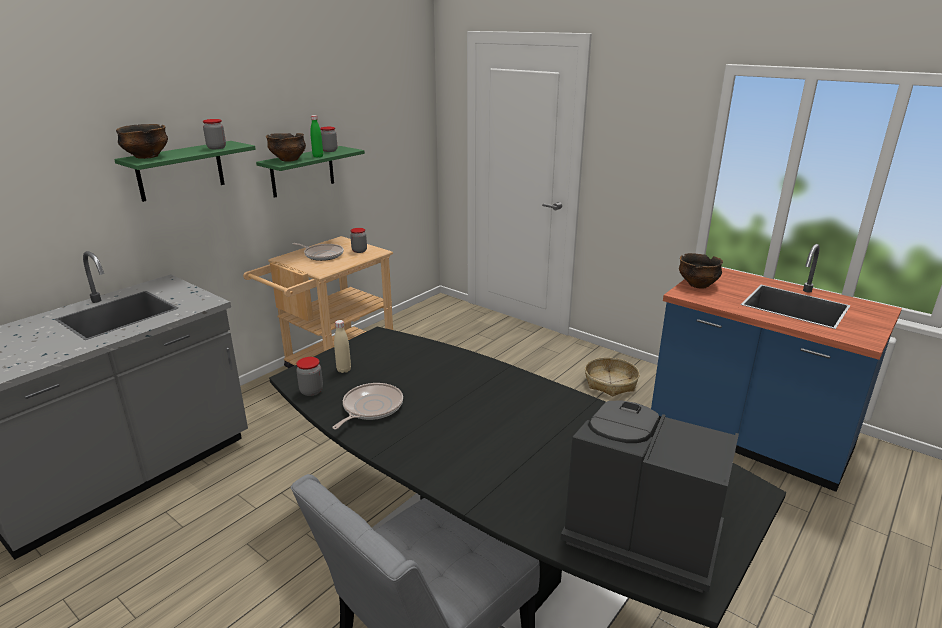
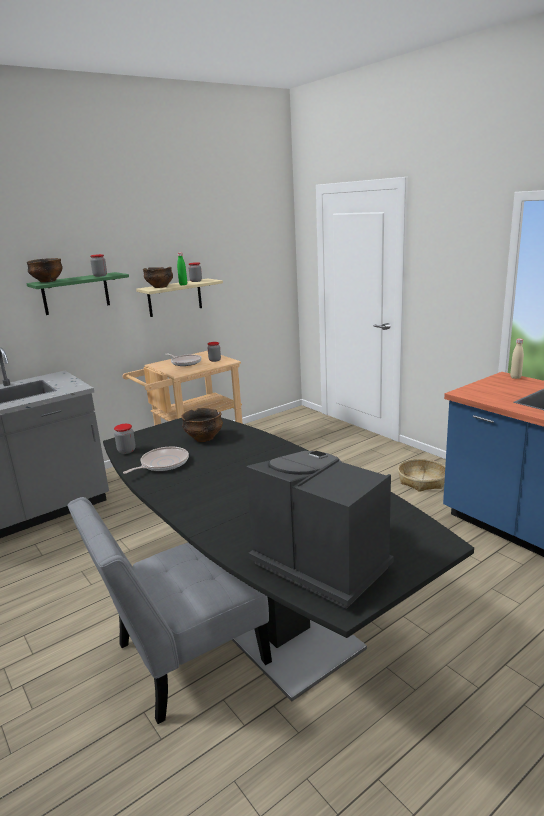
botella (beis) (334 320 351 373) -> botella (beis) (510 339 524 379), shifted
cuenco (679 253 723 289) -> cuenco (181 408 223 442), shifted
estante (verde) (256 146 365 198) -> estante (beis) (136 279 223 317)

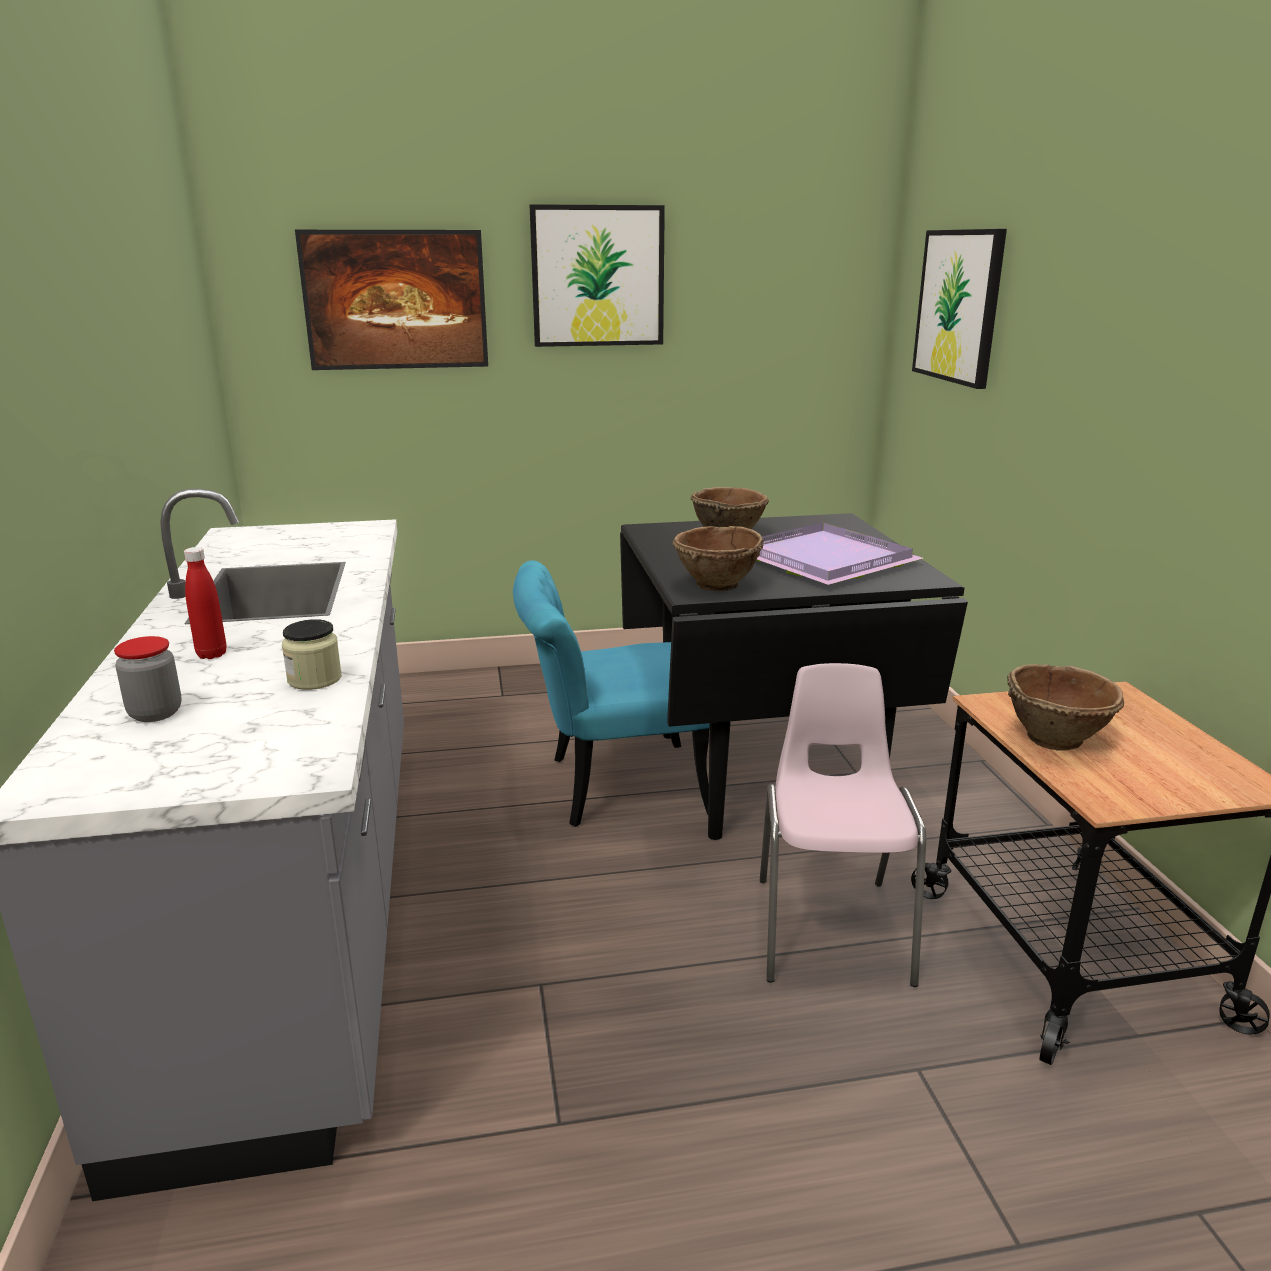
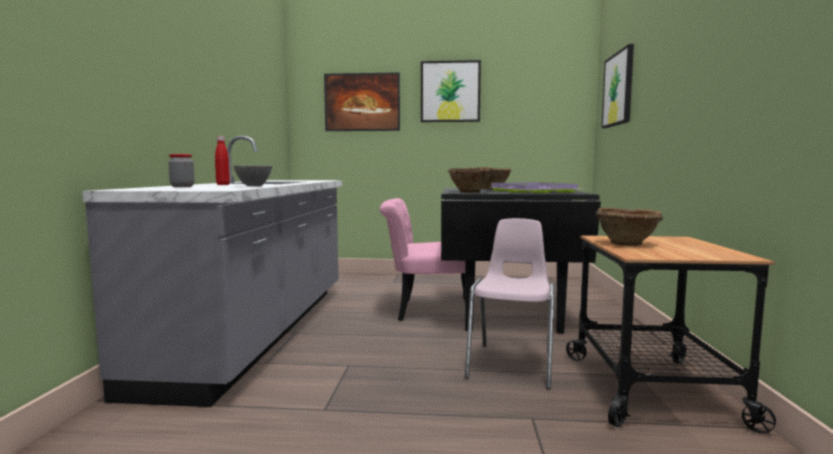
tarro (282 619 342 690) -> cuenco (gris) (233 165 273 186)
silla (turquesa) (513 560 710 827) -> silla (rosa) (380 198 465 321)

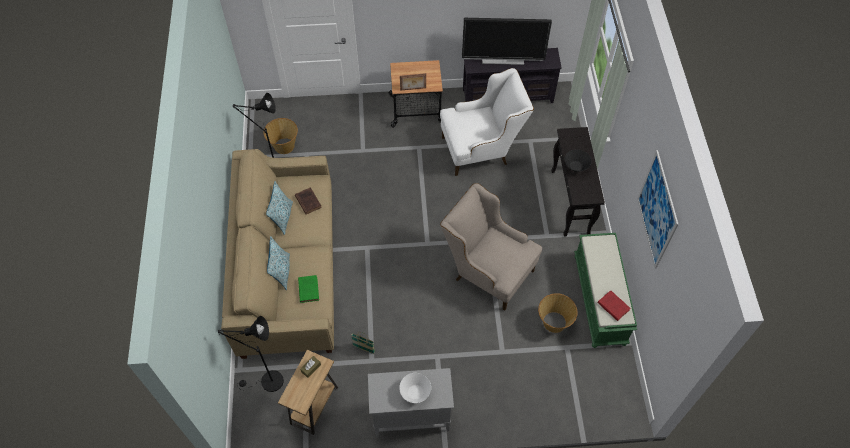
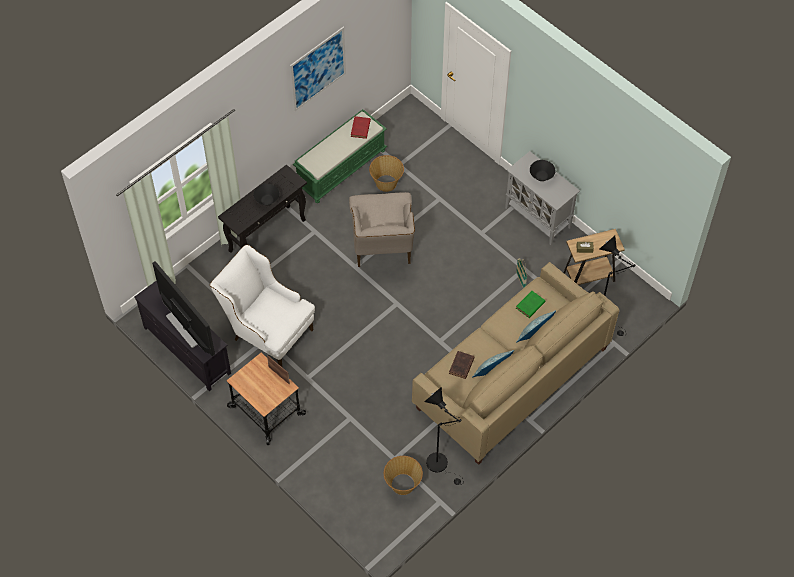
cuenco (blanco) (399 373 431 403) -> cuenco (negro) (530 160 556 181)

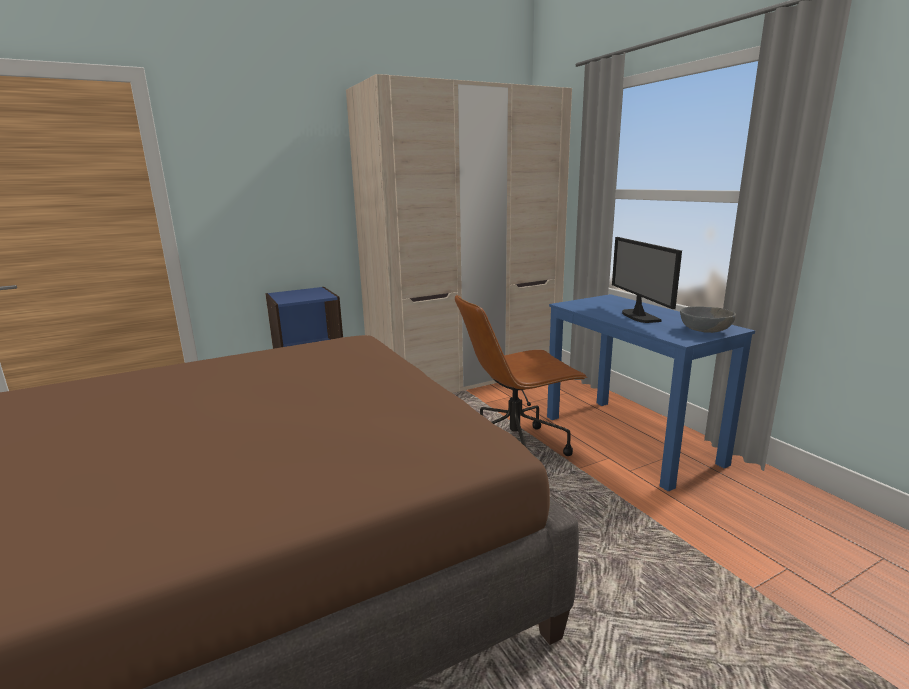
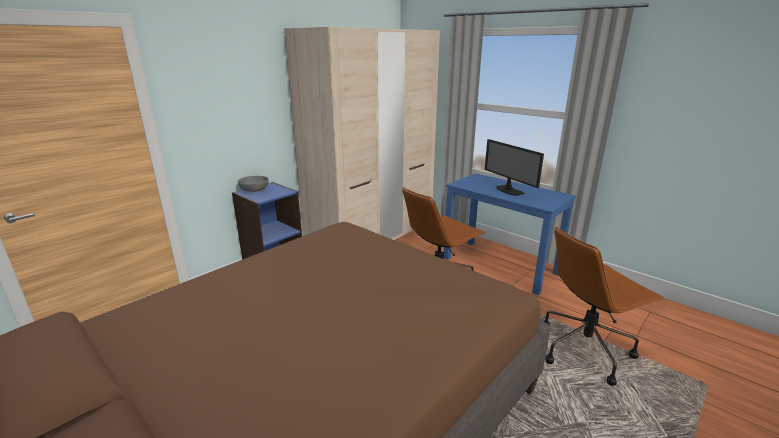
none -> silla de oficina (marrón) (544 227 665 386)
cuenco (gris) (680 306 736 333) -> cuenco (gris) (238 176 269 192), shifted

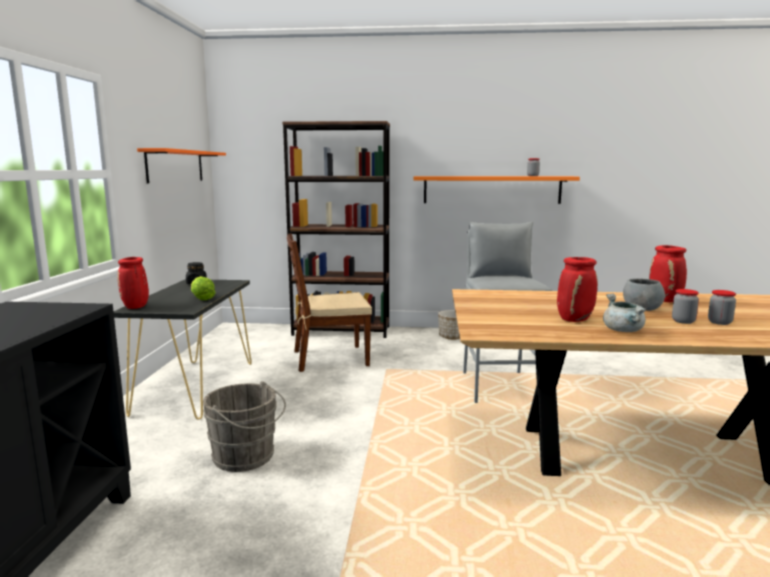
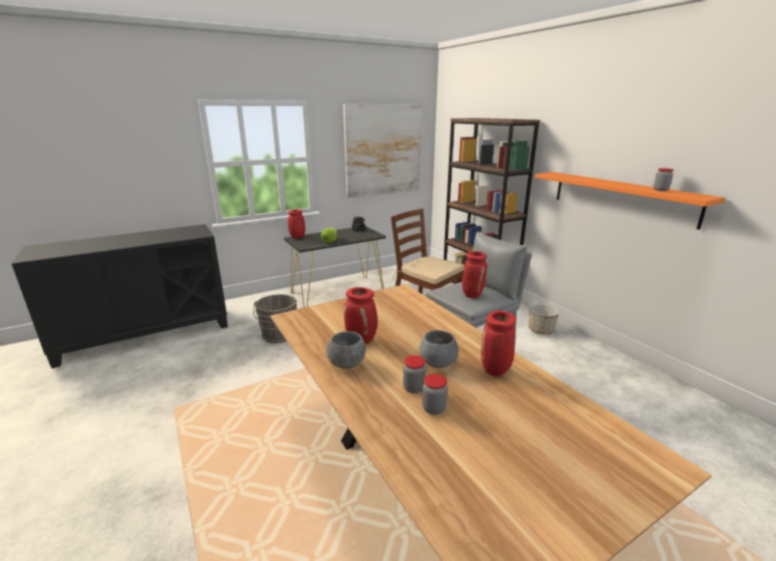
none -> florero (rojo) (462 251 487 298)
estante (naranja) (137 148 226 183) -> cuadro (343 104 422 198)
olla (gris) (603 293 646 332) -> cuenco (gris) (326 331 366 369)

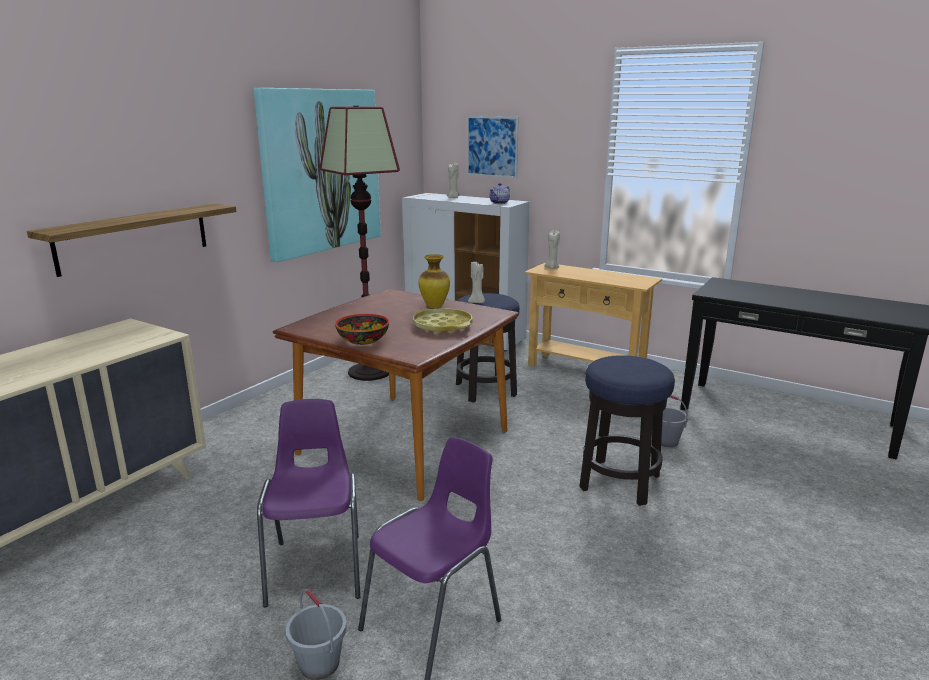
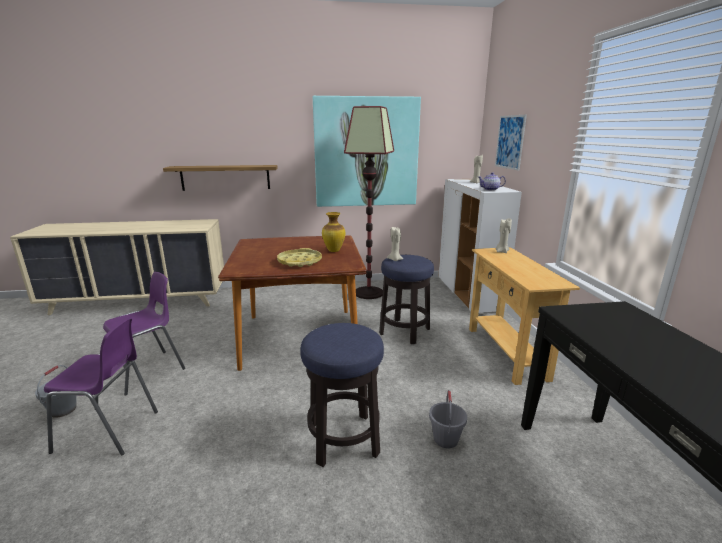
cuenco (335 314 389 345) -> none

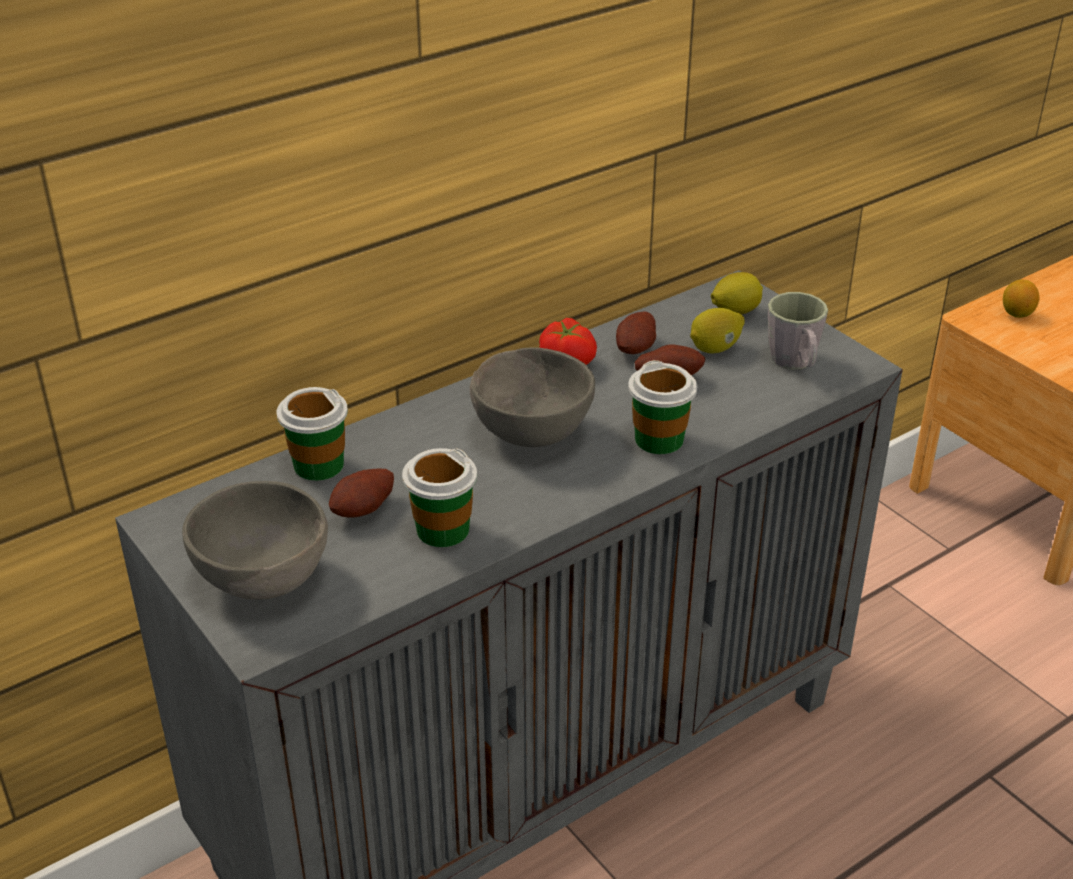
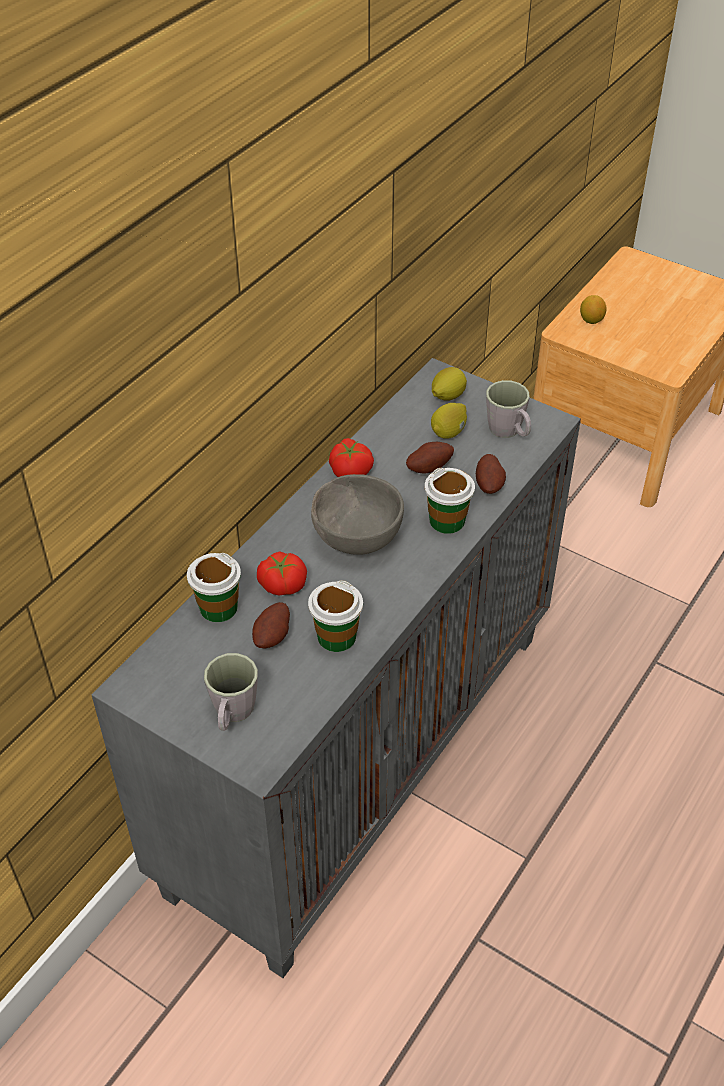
none -> tomate (257 551 307 596)
patata (616 311 656 354) -> patata (476 454 506 494), shifted
cuenco (gris) (182 481 328 600) -> taza grande (gris) (204 653 258 731)

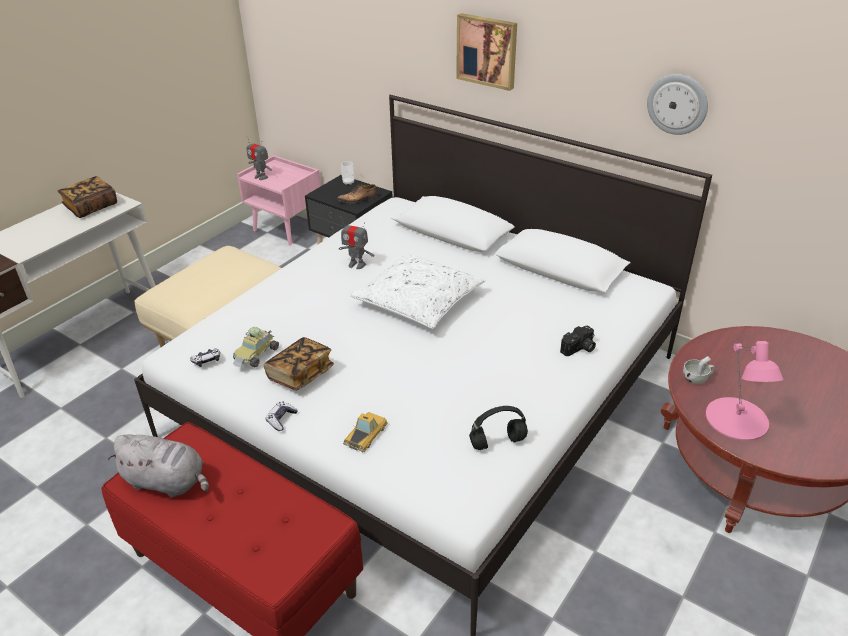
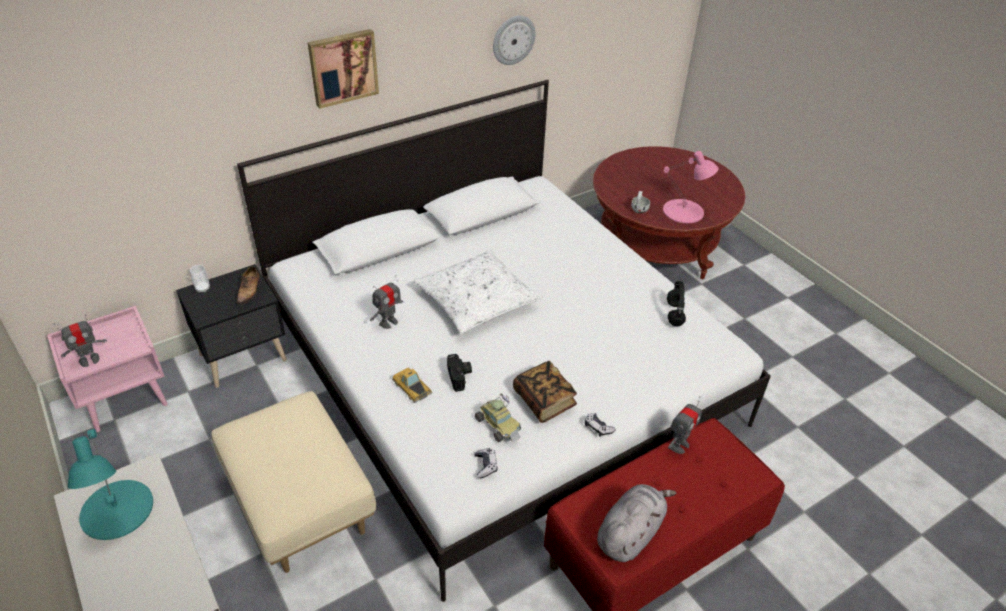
none -> robot de juguete (668 396 702 454)
coche de juguete (343 412 388 452) -> coche de juguete (392 368 432 403), shifted
cámara (560 326 596 356) -> cámara (447 354 472 392), shifted
libro (58 176 117 218) -> lámpara de mesa (turquesa) (68 429 153 540)

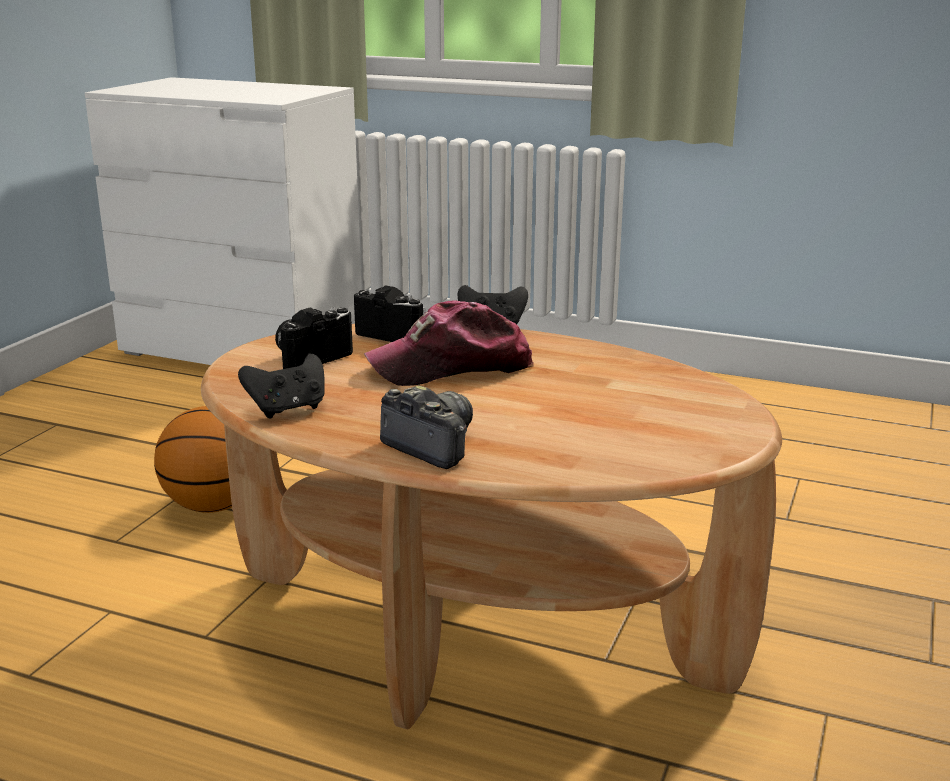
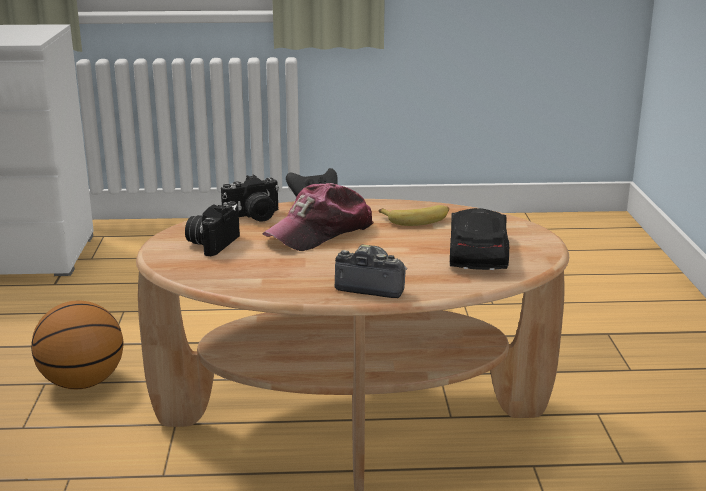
mando de consola (negro) (238 354 325 418) -> none
none -> plátano (379 205 449 226)
none -> coche de juguete (negro) (450 208 509 270)
cámara (354 285 426 342) -> cámara (221 174 279 222), 150 degrees clockwise

